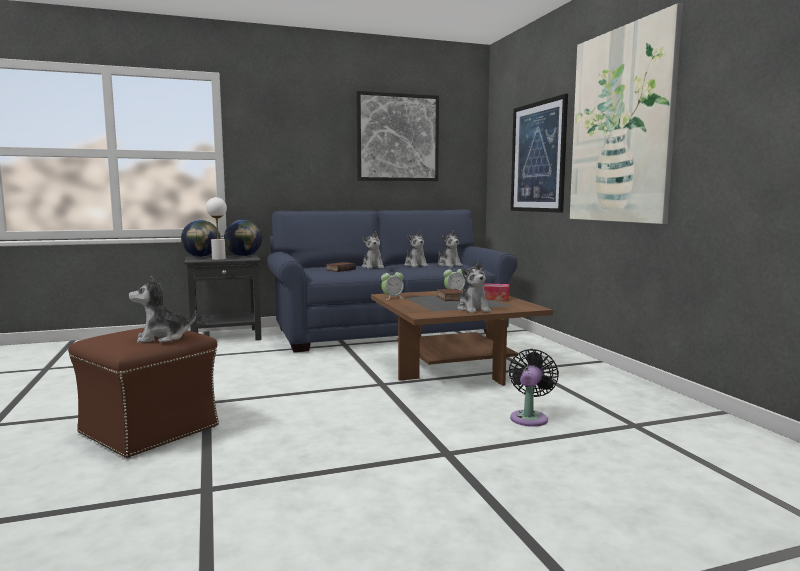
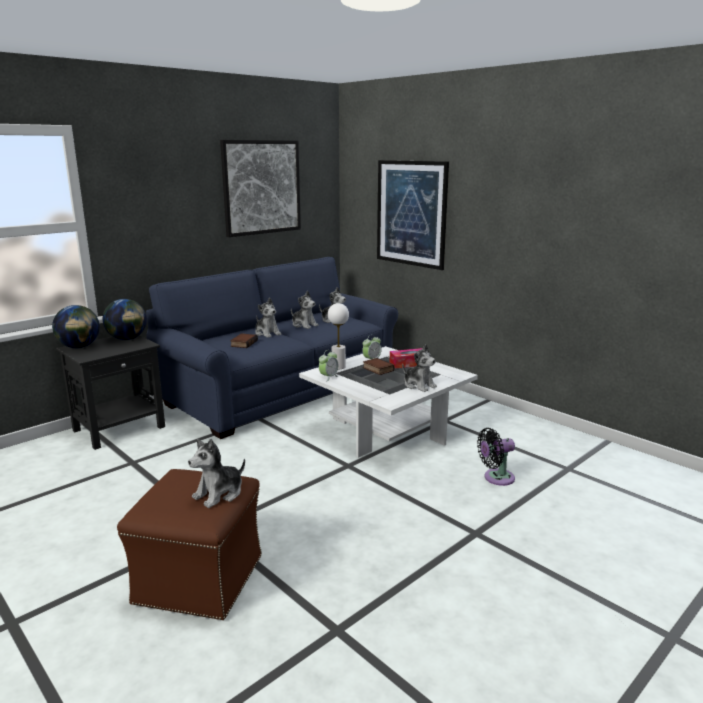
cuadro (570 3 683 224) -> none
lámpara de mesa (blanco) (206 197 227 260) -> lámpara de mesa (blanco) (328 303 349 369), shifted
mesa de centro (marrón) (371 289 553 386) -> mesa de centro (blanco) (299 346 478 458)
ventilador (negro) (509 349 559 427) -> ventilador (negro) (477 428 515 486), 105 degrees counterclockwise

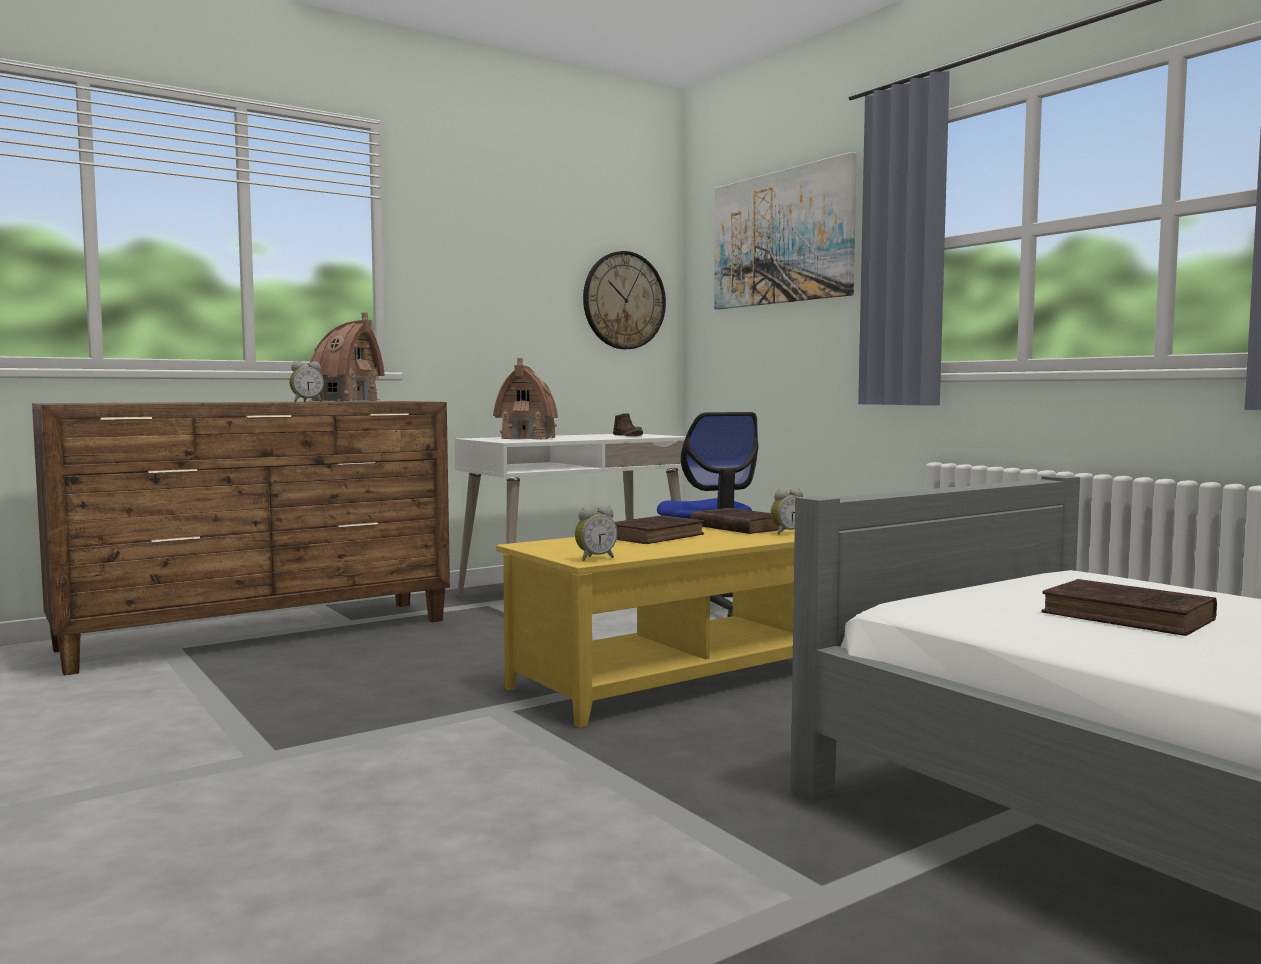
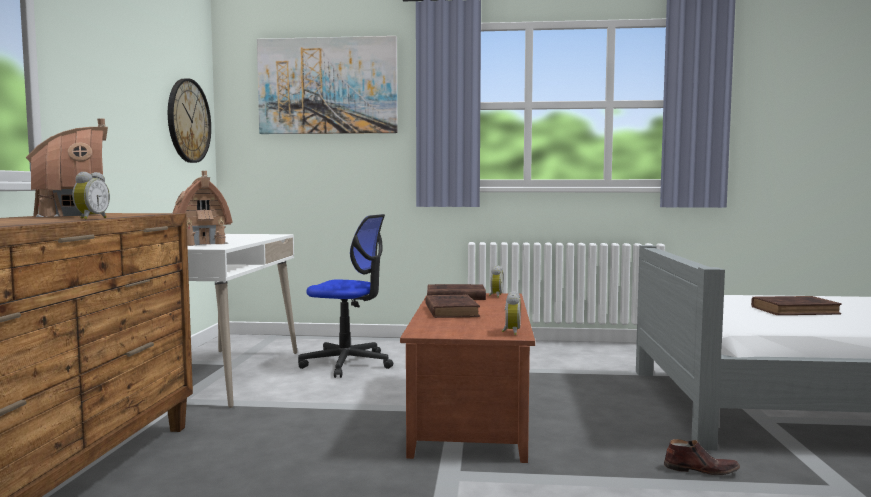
zapato (marrón) (613 413 643 436) -> zapato (marrón) (664 439 740 475), shifted
mesa de centro (amarillo) (496 527 795 728) -> mesa de centro (marrón) (400 293 535 463)

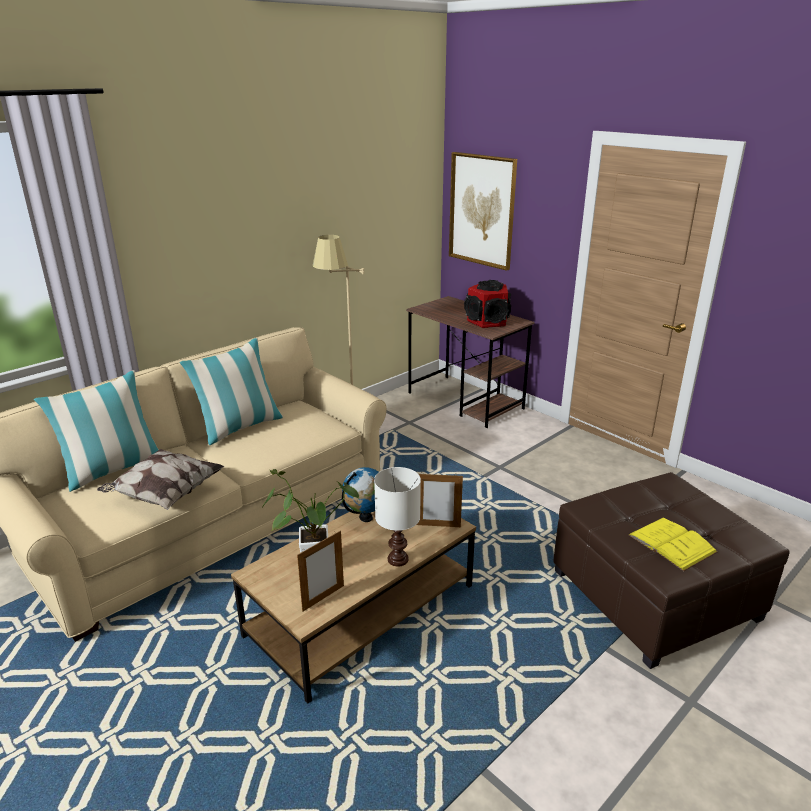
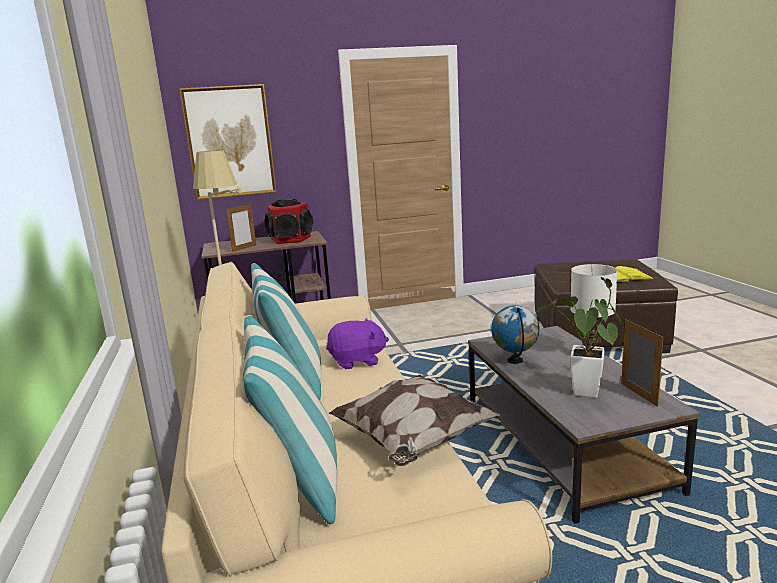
none -> peluche (morado) (326 318 389 369)
portarretratos (416 473 463 527) -> portarretratos (226 204 256 252), shifted
mesa de centro (marrón) (231 510 476 704) -> mesa de centro (gris) (468 326 700 524)

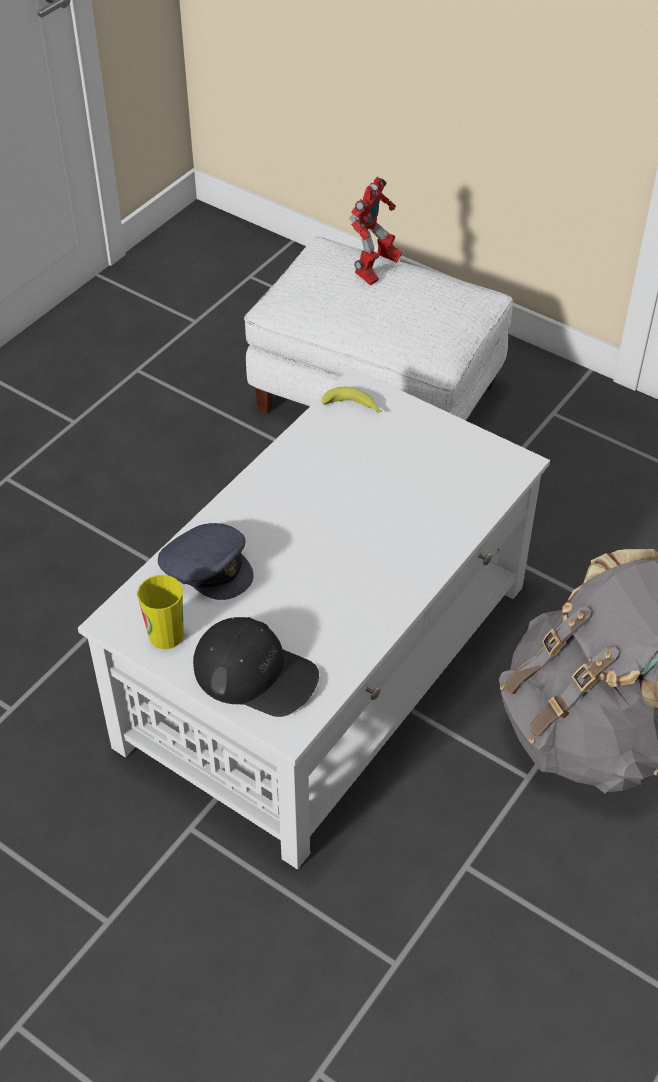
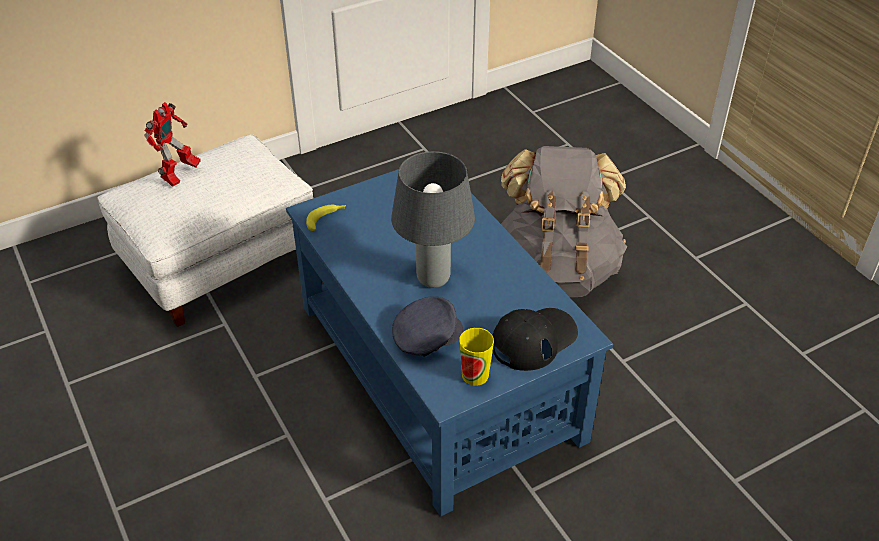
none -> lámpara de mesa (gris) (391 151 475 288)
mesa de centro (blanco) (78 367 550 869) -> mesa de centro (azul) (286 169 613 517)
robot de juguete (350 177 402 285) -> robot de juguete (144 102 201 187), 60 degrees clockwise

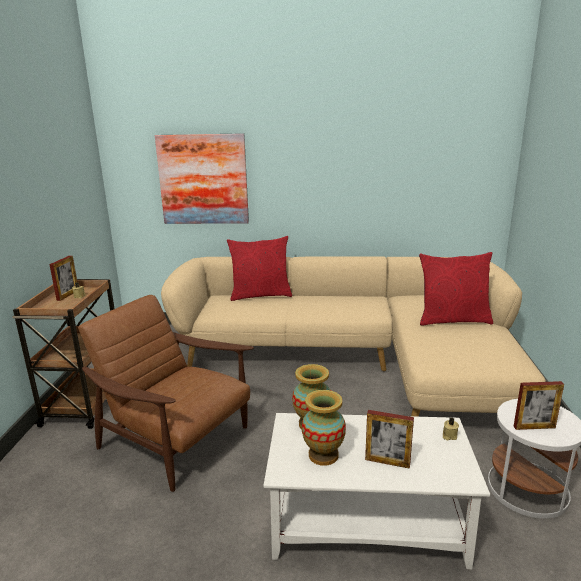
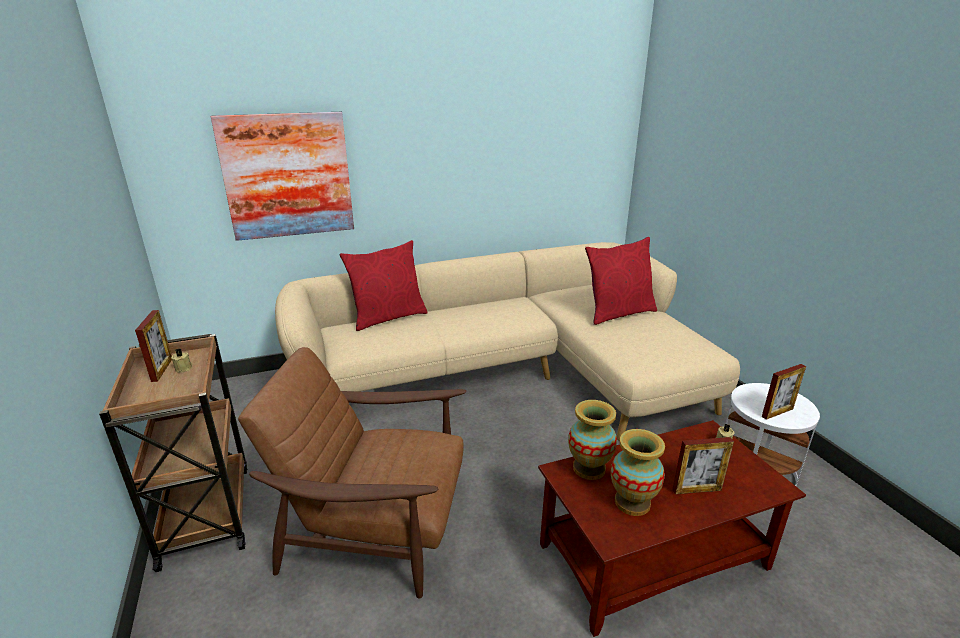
mesa de centro (blanco) (263 413 490 569) -> mesa de centro (marrón) (538 420 806 637)

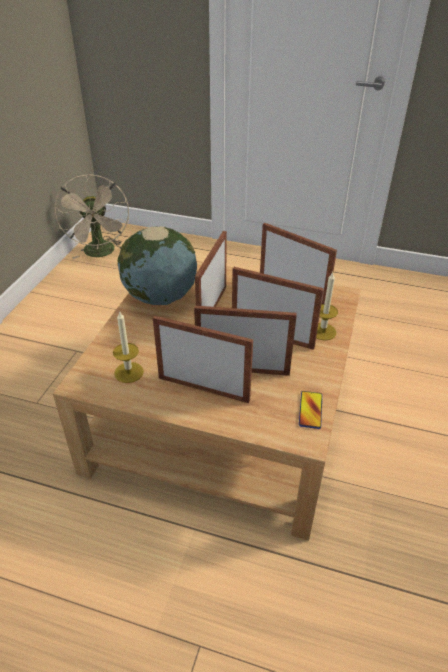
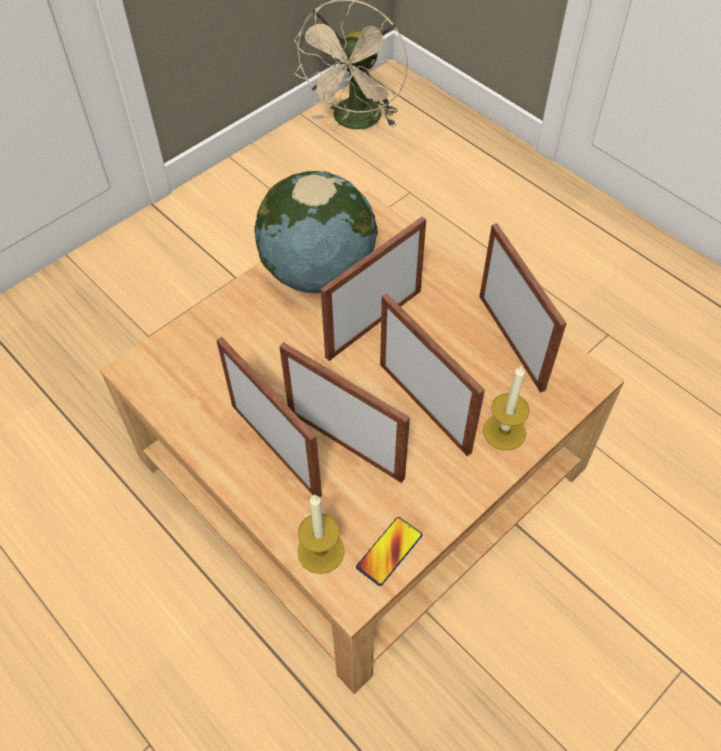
vela (113 310 144 383) -> vela (297 494 344 574), shifted

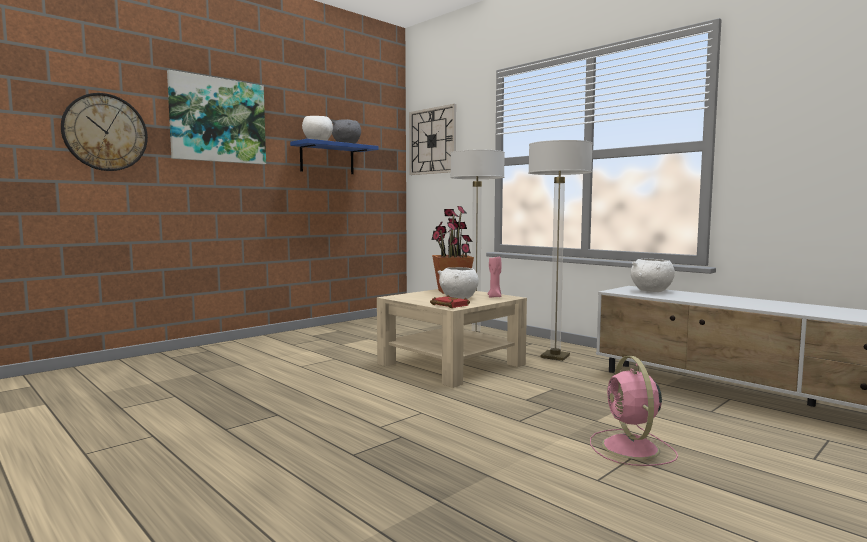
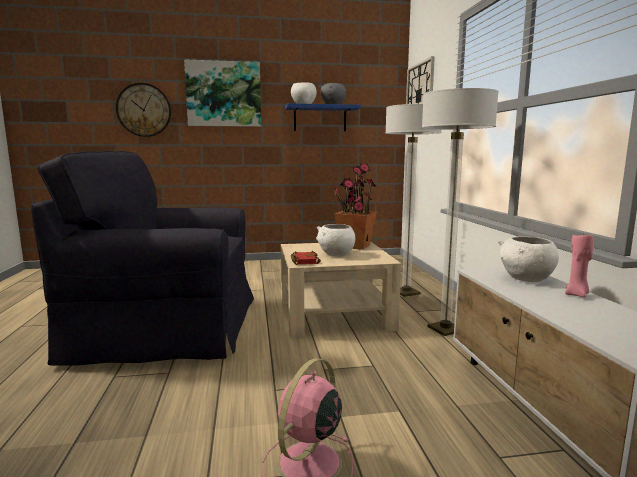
none -> sillón (negro) (31 151 254 366)
vela (rosa) (487 257 501 298) -> vela (rosa) (565 233 594 298), shifted

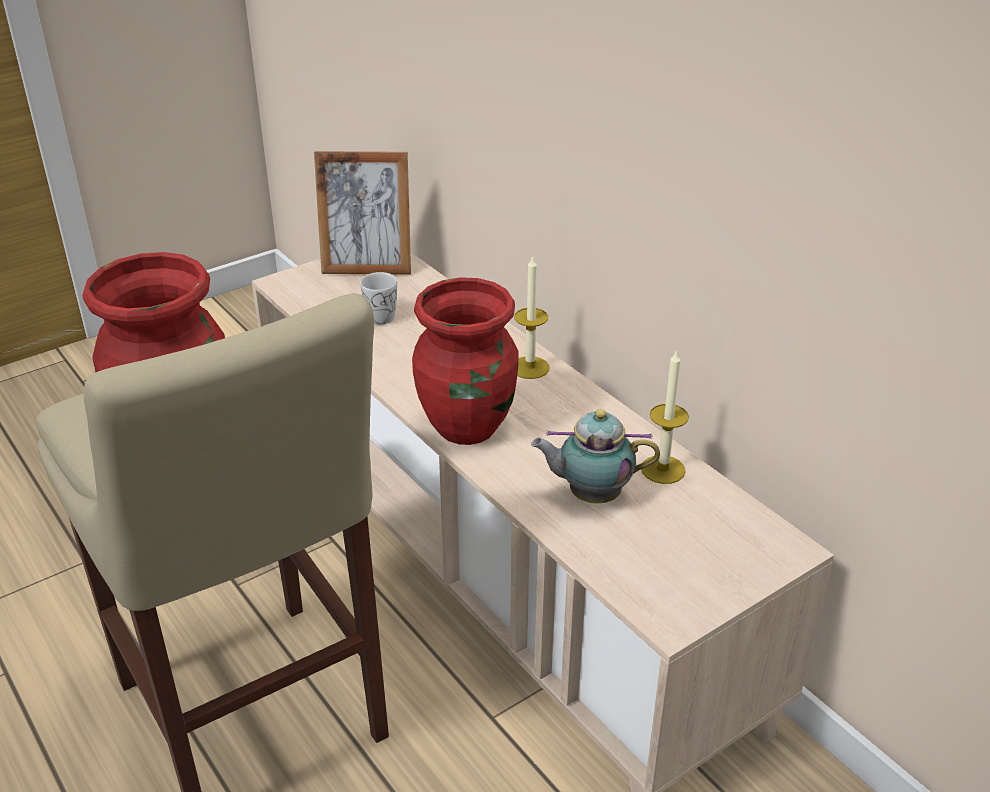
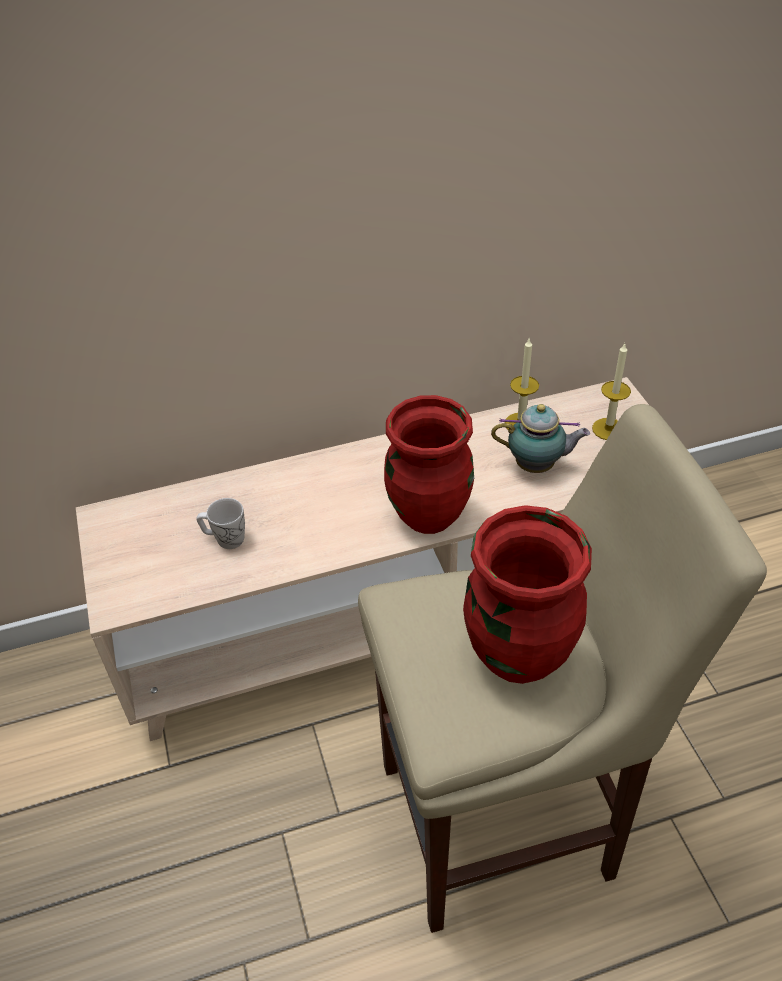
portarretratos (314 151 411 275) -> none
vela (514 255 550 379) -> vela (592 343 631 440), shifted
tetera (531 409 660 503) -> tetera (491 404 590 473), 105 degrees counterclockwise

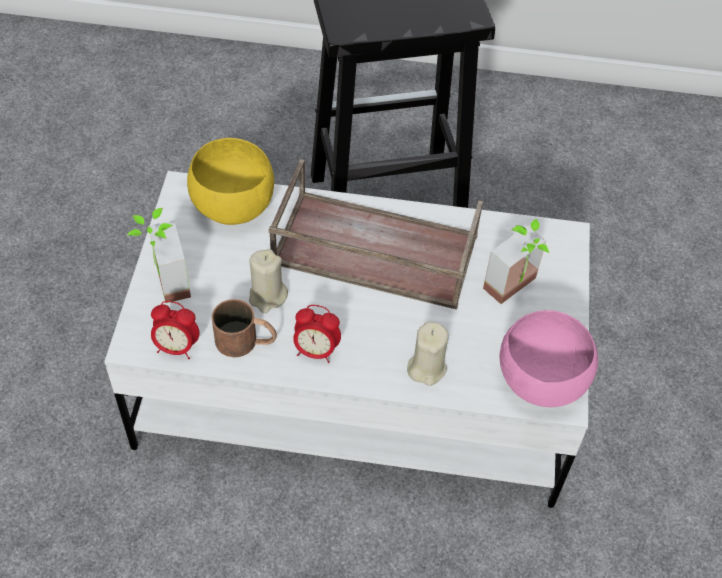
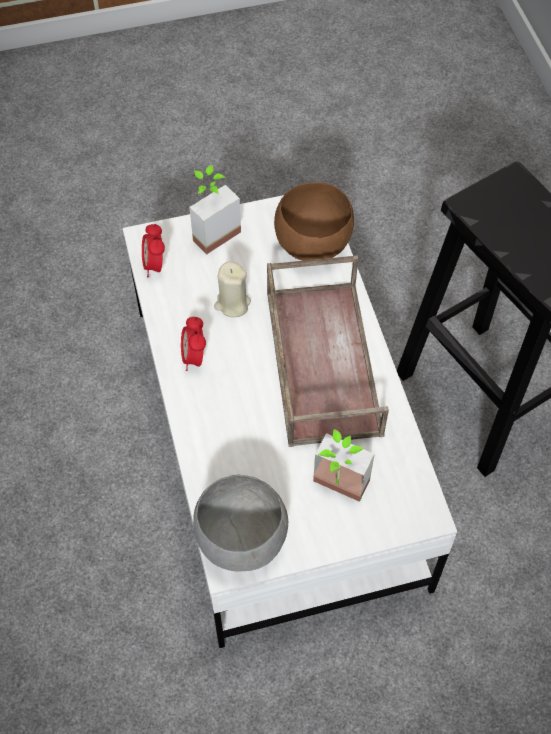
taza grande (marrón) (212 299 277 357) -> none
vela (beis) (407 322 449 386) -> none
cuenco (amarillo) (187 138 274 225) -> cuenco (marrón) (274 182 354 261)
cuenco (rosa) (500 310 598 407) -> cuenco (gris) (193 475 288 572)

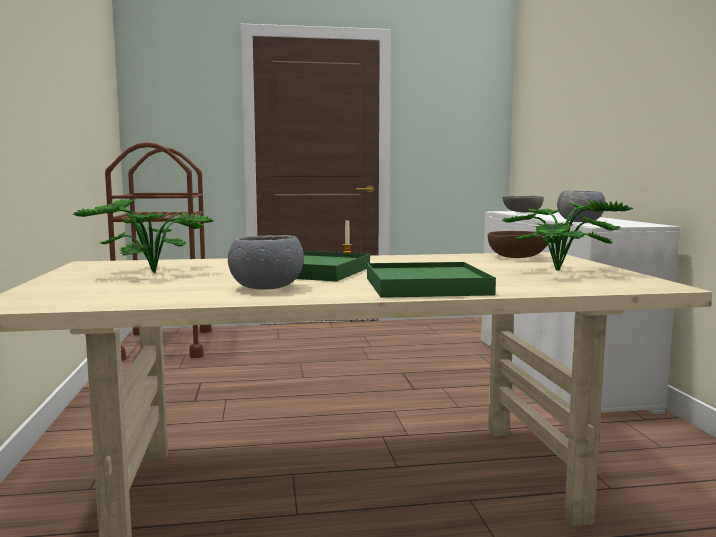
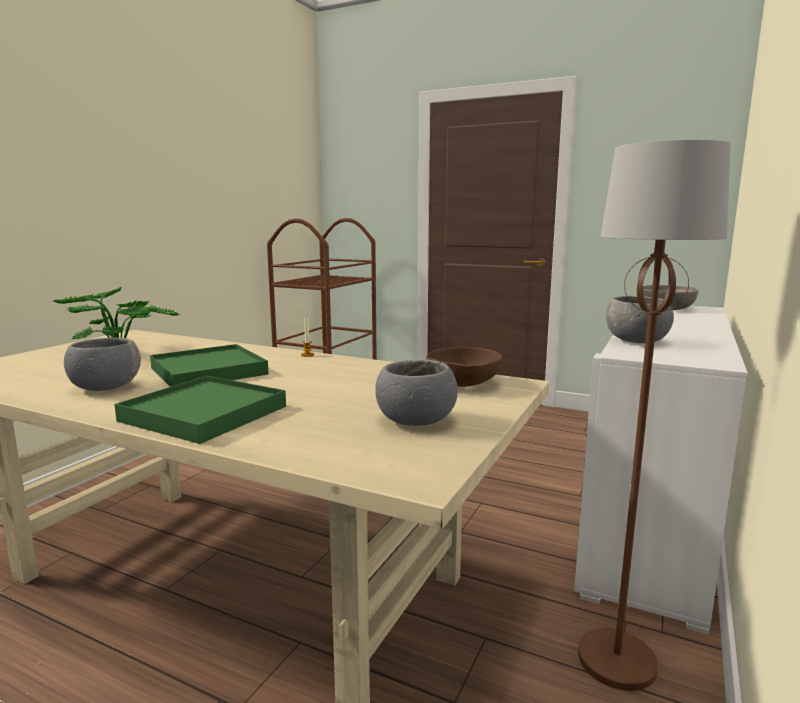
none -> lámpara de pie (marrón) (578 140 731 691)
planta en maceta (502 199 633 271) -> cuenco (gris) (375 360 458 426)

